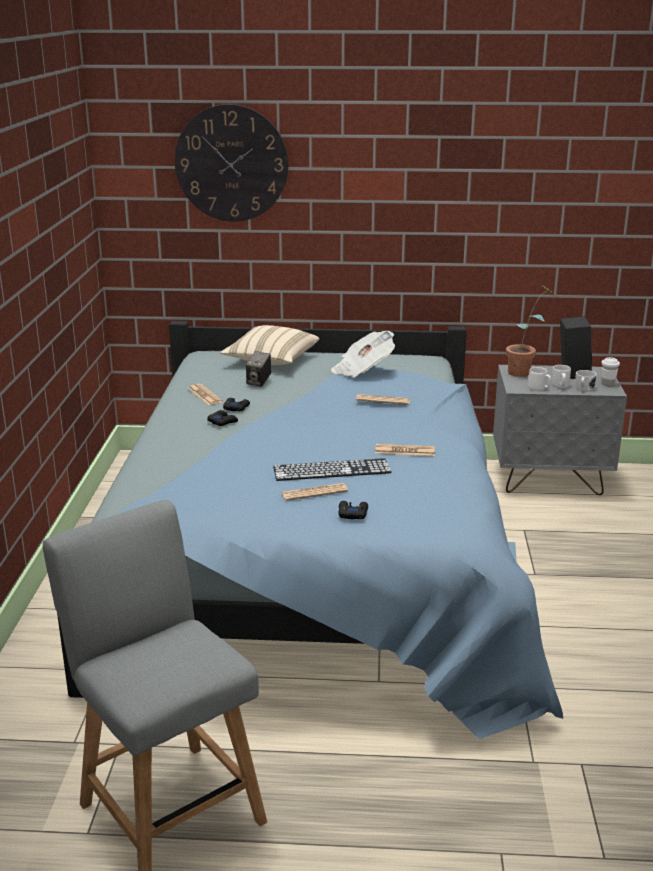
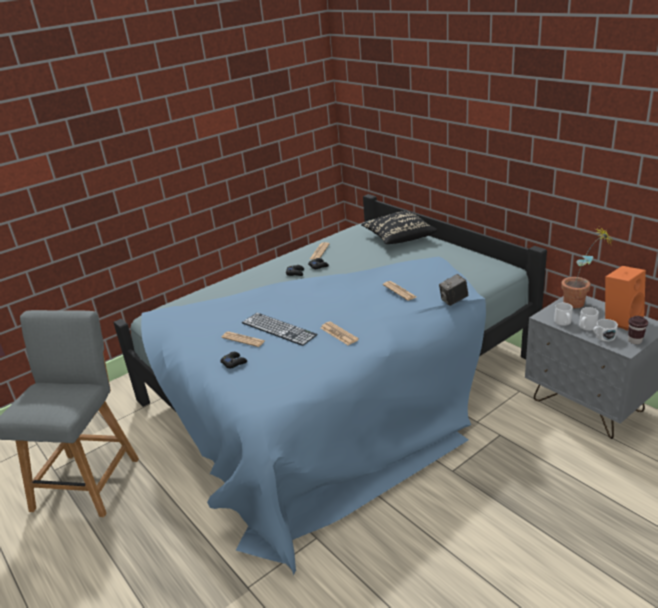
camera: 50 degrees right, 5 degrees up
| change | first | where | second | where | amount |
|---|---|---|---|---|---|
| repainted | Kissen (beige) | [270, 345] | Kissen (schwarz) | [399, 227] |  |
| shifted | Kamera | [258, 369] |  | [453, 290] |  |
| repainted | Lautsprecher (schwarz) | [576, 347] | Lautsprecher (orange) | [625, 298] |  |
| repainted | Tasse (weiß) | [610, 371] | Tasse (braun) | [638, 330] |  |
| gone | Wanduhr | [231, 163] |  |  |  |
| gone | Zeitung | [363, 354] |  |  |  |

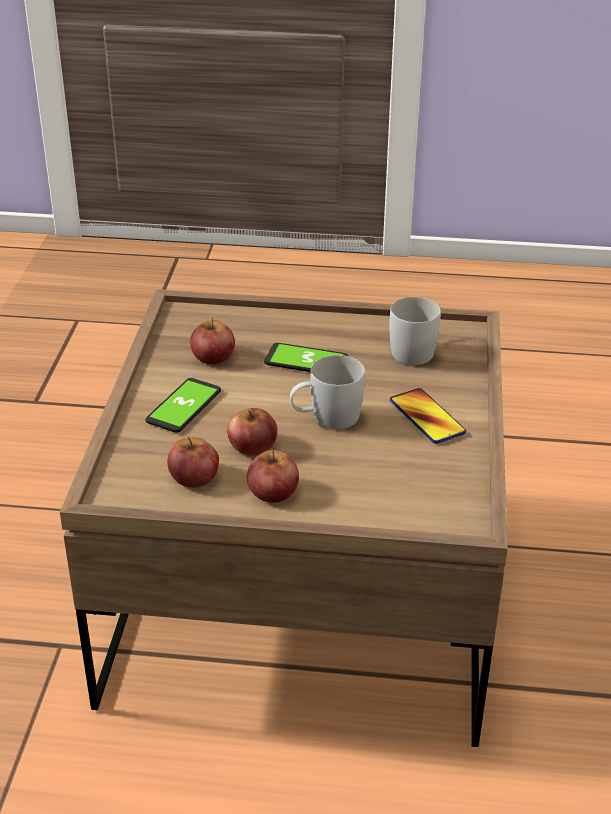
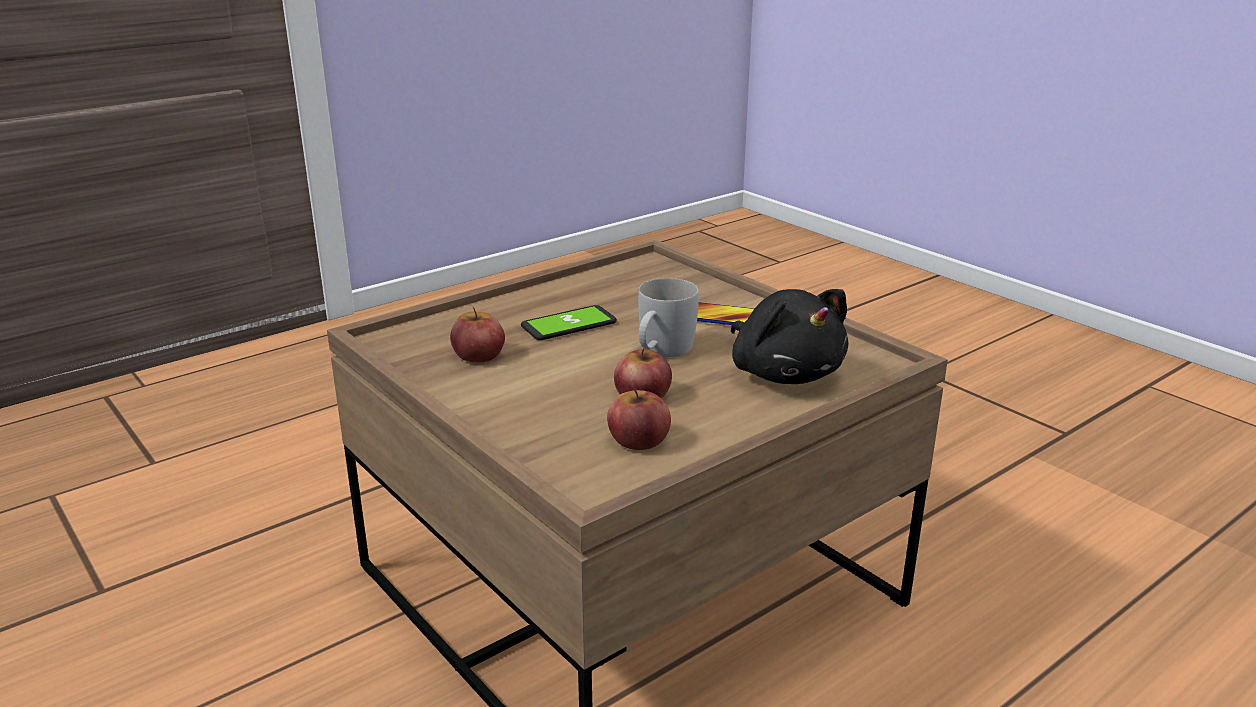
camera: 45 degrees left, 10 degrees down
| change | first | where | second | where | amount |
|---|---|---|---|---|---|
| new |  |  | Plüschtier (schwarz) | [790, 336] |  |
| gone | Handy | [183, 405] |  |  |  |
| gone | Apfel | [273, 476] |  |  |  |
| gone | Henkelbecher (weiß) | [415, 331] |  |  |  |

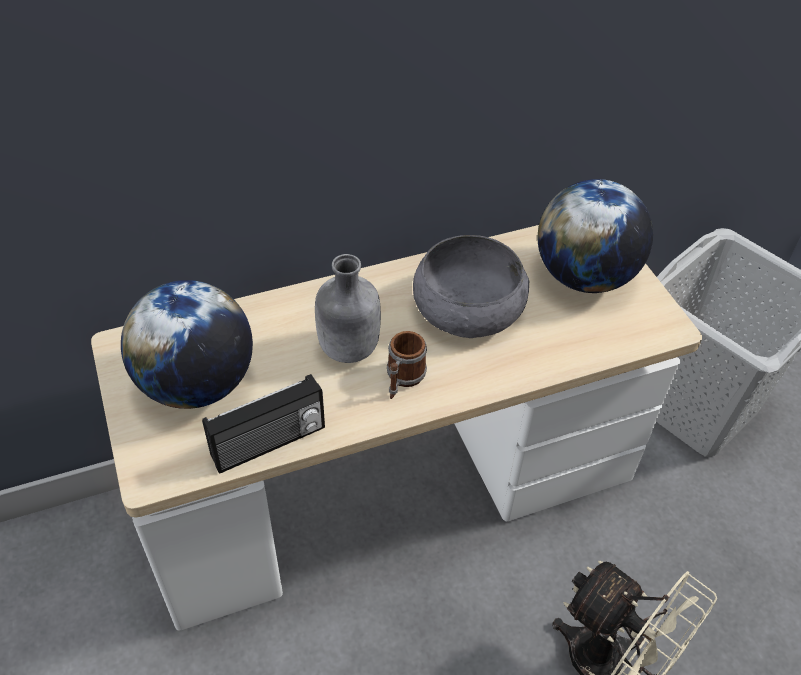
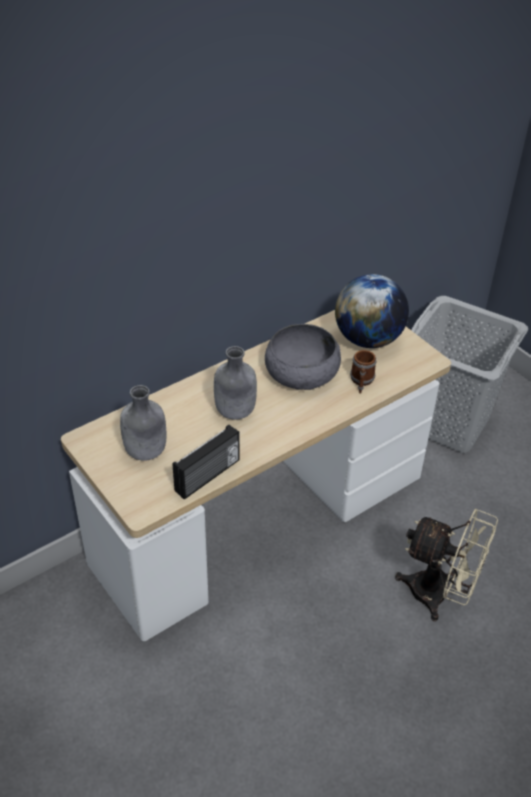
camera: 15 degrees left, 5 degrees down
| change | first | where | second | where | amount |
|---|---|---|---|---|---|
| swapped | Globus | [187, 344] | Flasche (grau) | [143, 423] |  |
| shifted | Henkelbecher | [407, 365] |  | [363, 371] |  |

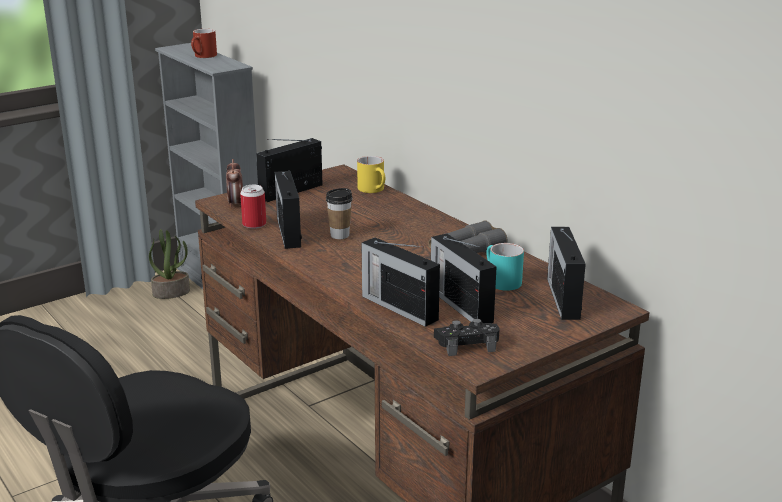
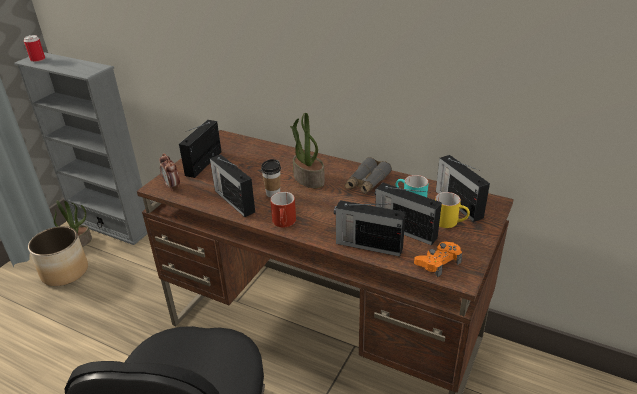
camera: 25 degrees left, 10 degrees up
| change | first | where | second | where | amount |
|---|---|---|---|---|---|
| shifted | Dose | [253, 207] |  | [34, 48] |  |
| new |  |  | Pflanzkübel | [58, 256] |  |
| shifted | Henkelbecher (rot) | [204, 43] |  | [283, 209] |  |
| new |  |  | Topfpflanze | [307, 150] |  |
| repainted | Gamepad (schwarz) | [467, 337] | Gamepad (orange) | [438, 259] |  |
| shifted | Henkelbecher (gelb) | [371, 174] |  | [452, 210] |  |

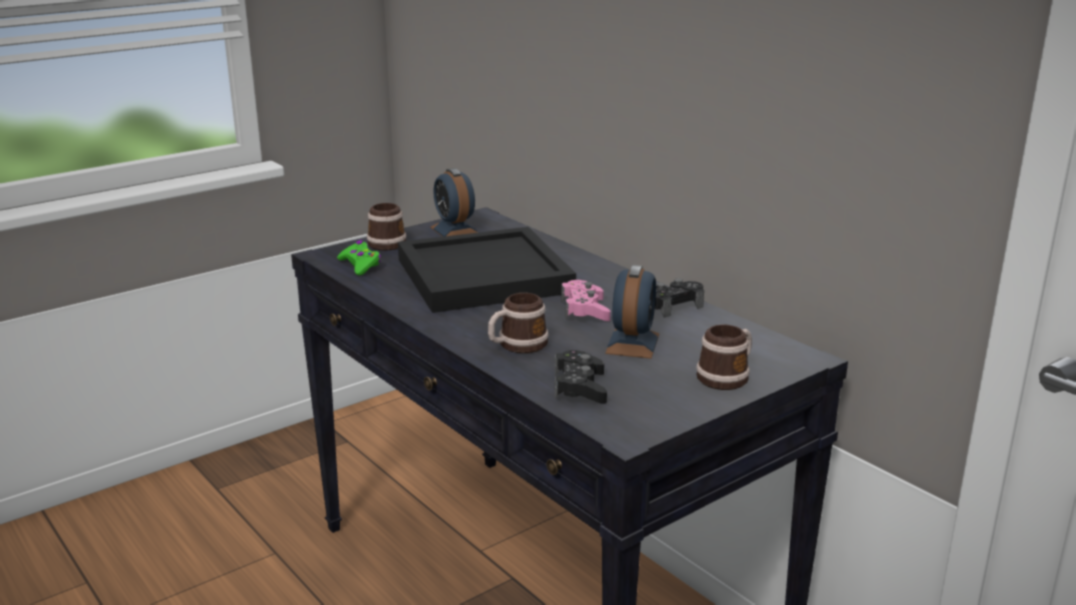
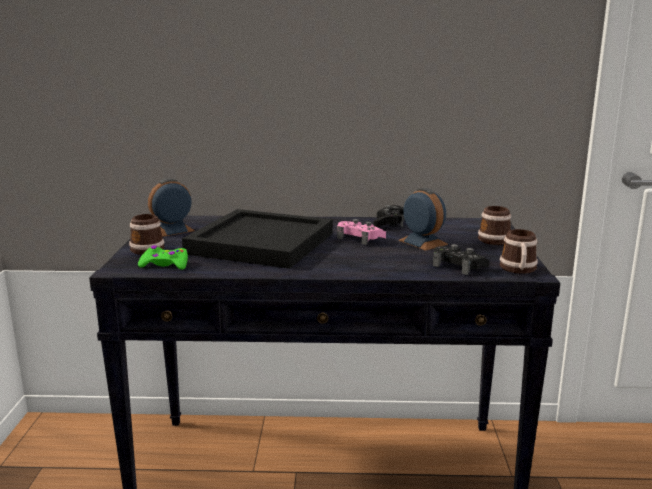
camera: 50 degrees left, 5 degrees down
| change | first | where | second | where | amount |
|---|---|---|---|---|---|
| rotated | Wecker | [454, 202] |  | [171, 207] | 135 degrees clockwise |
| shifted | Henkelbecher | [518, 323] |  | [519, 251] |  |

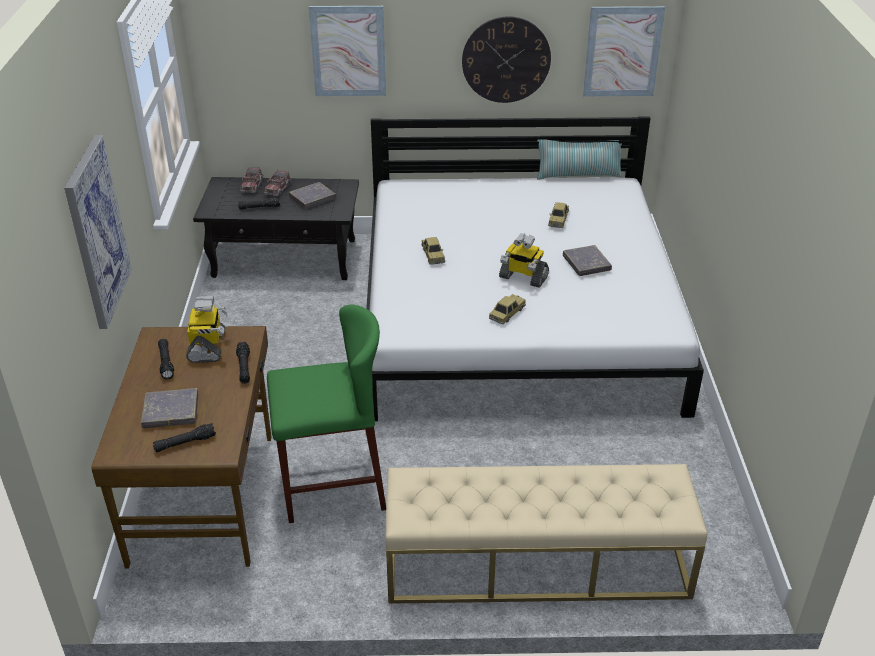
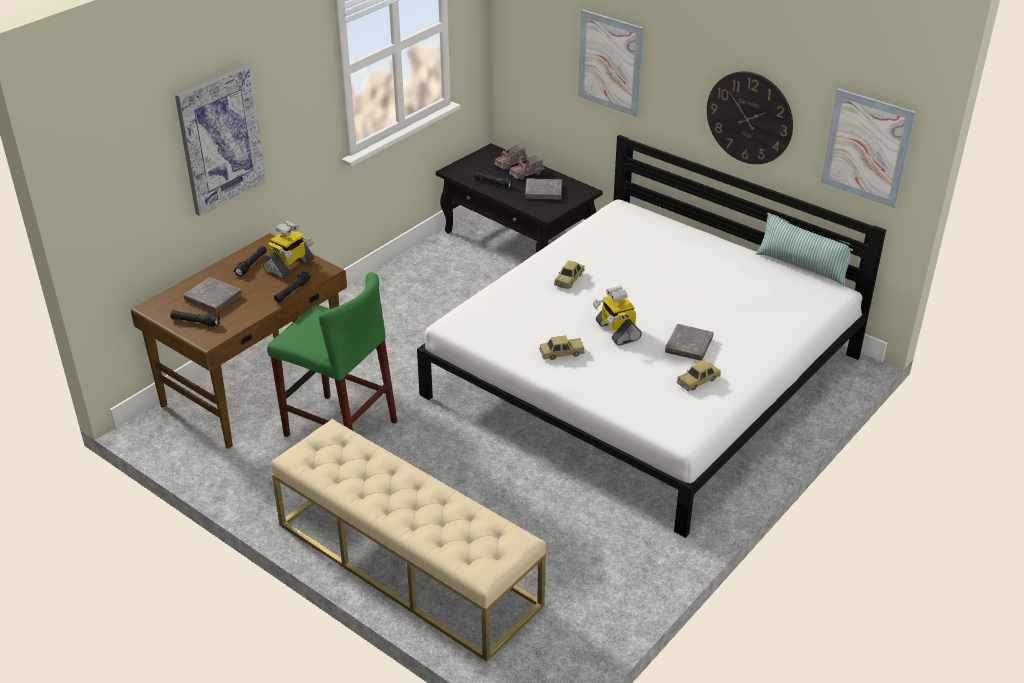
camera: 40 degrees right, 0 degrees up
| change | first | where | second | where | amount |
|---|---|---|---|---|---|
| shifted | Spielzeugauto | [558, 215] |  | [699, 376] |  |

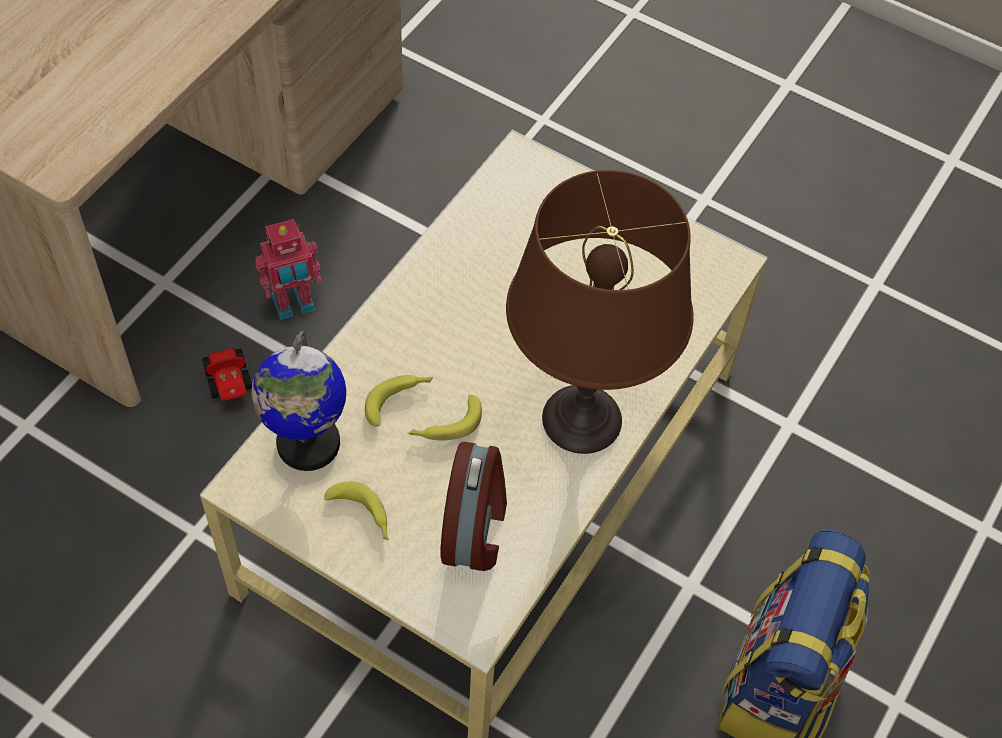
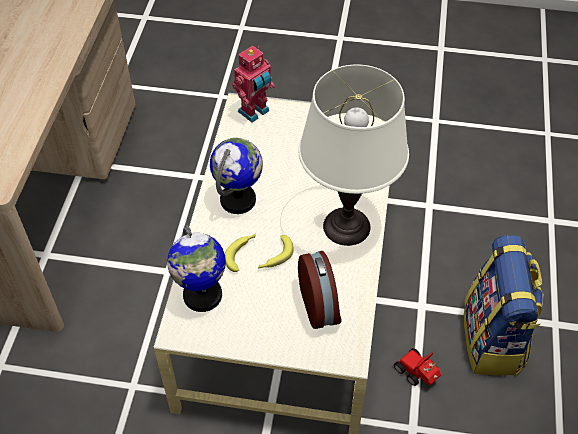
camera: 20 degrees left, 5 degrees down
| change | first | where | second | where | amount |
|---|---|---|---|---|---|
| new |  |  | Globus | [236, 176] |  |
| shifted | Spielzeugroboter | [288, 269] |  | [253, 84] |  |
| repainted | Tischlampe (braun) | [600, 312] | Tischlampe (weiß) | [353, 155] |  |
| shifted | Spielzeugauto | [227, 374] |  | [417, 367] |  |
| gone | Banane | [356, 511] |  |  |  |

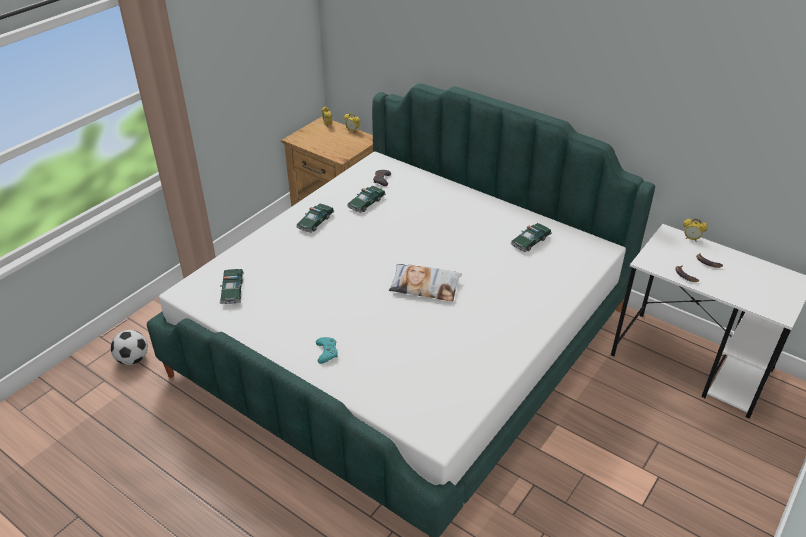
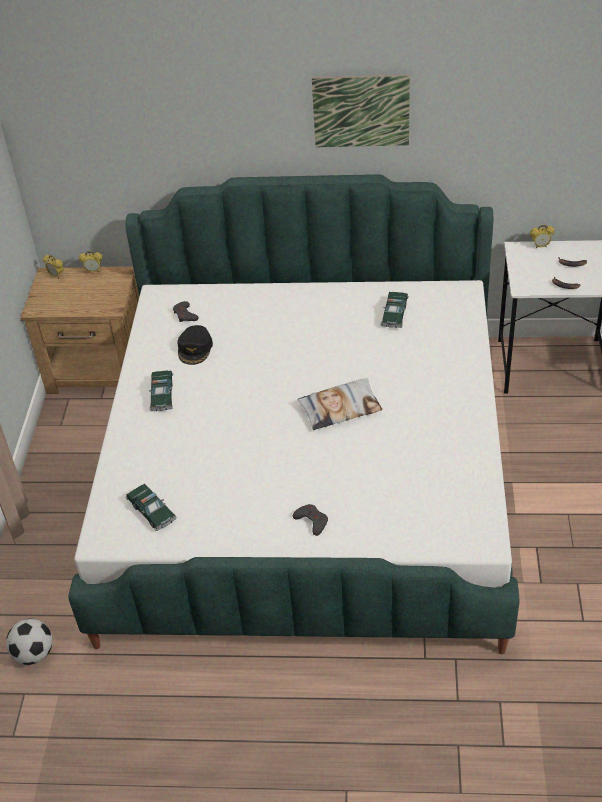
camera: 30 degrees left, 5 degrees up
| change | first | where | second | where | amount |
|---|---|---|---|---|---|
| swapped | Spielzeugauto | [366, 199] | Kappe (schwarz) | [195, 345] |  |
| repainted | Gamepad (türkis) | [327, 350] | Gamepad (grau) | [310, 520] |  |
| new |  |  | Bild | [361, 111] |  |

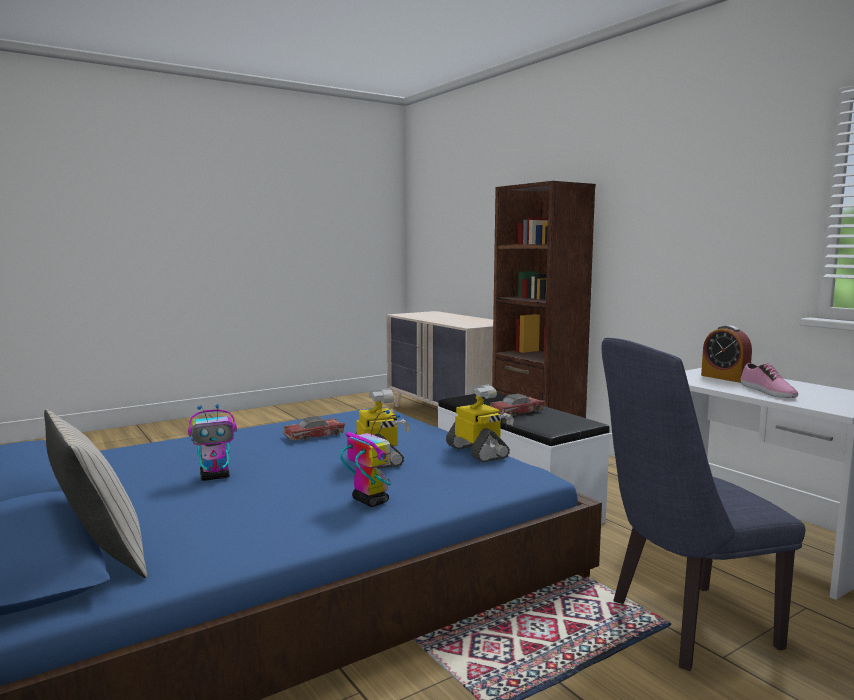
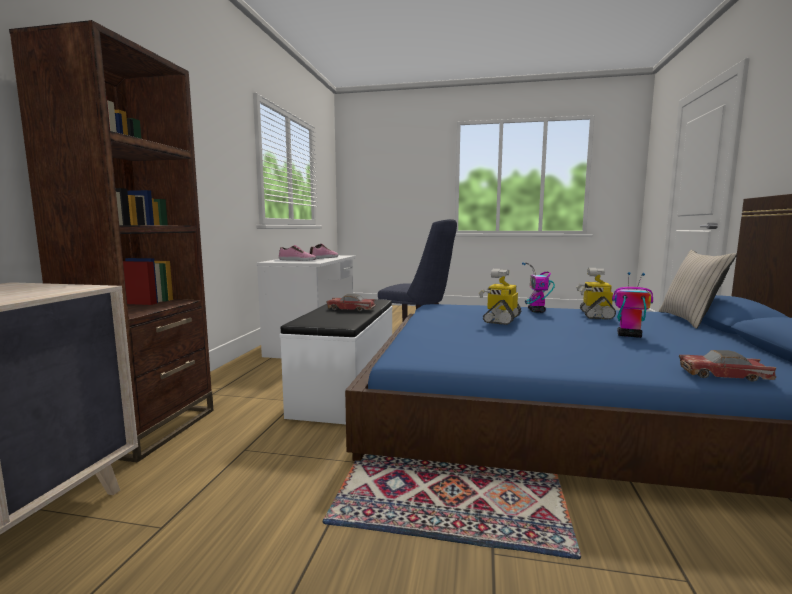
camera: 135 degrees left, 0 degrees up
| change | first | where | second | where | amount |
|---|---|---|---|---|---|
| swapped | Wecker | [726, 354] | Schuh | [298, 253] |  |
| shifted | Spielzeugroboter | [480, 423] |  | [596, 294] |  |
| shifted | Spielzeugauto | [314, 428] |  | [728, 366] |  |

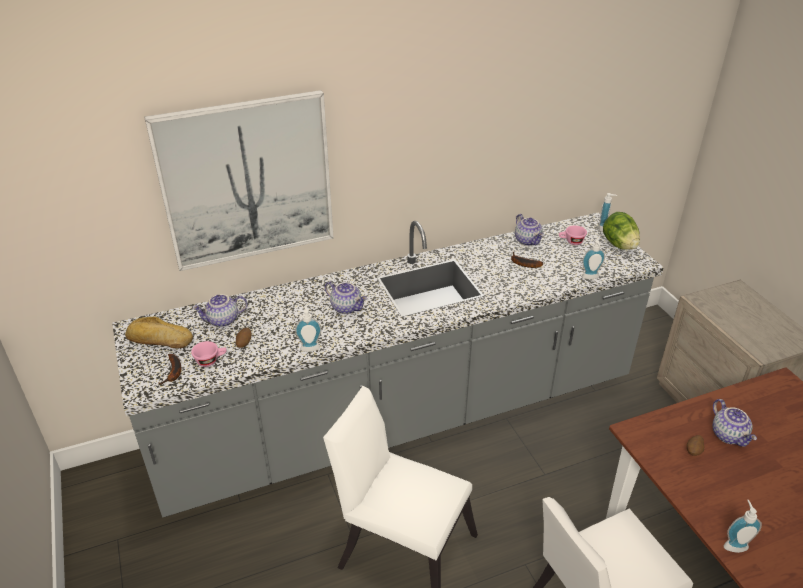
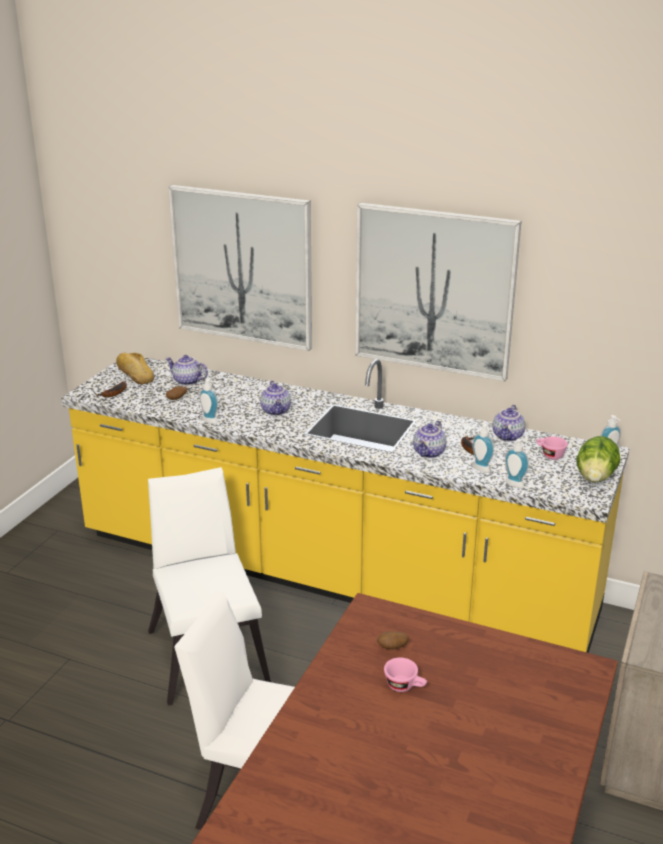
camera: 45 degrees right, 10 degrees down
| change | first | where | second | where | amount |
|---|---|---|---|---|---|
| repainted | Küchenzeile (grau) | [388, 364] | Küchenzeile (gelb) | [345, 505] |  |
| new |  |  | Bild | [438, 292] |  |
| shifted | Tasse (rosa) | [209, 354] |  | [405, 675] |  |
| shifted | Teekanne | [735, 423] |  | [430, 439] |  |
| shifted | Seifenspender | [743, 526] |  | [483, 447] |  |

